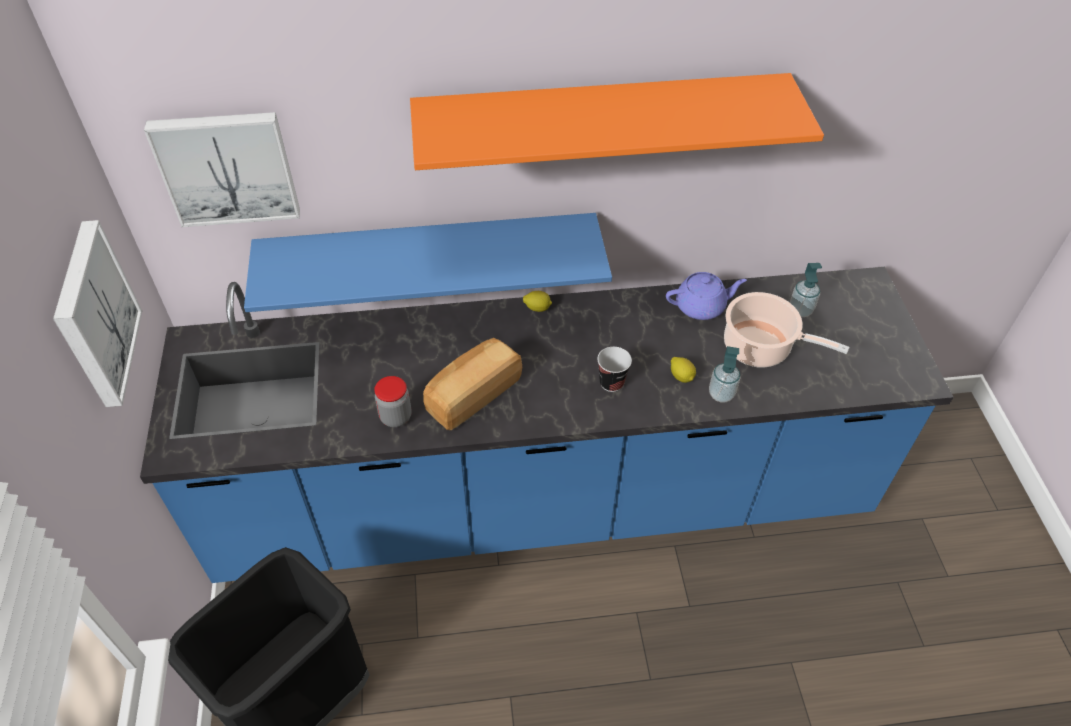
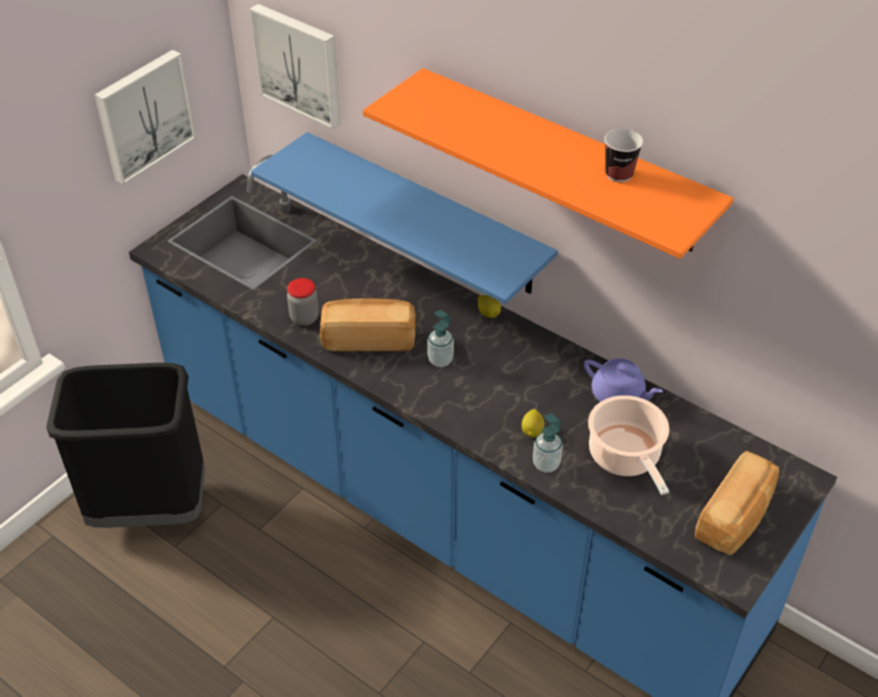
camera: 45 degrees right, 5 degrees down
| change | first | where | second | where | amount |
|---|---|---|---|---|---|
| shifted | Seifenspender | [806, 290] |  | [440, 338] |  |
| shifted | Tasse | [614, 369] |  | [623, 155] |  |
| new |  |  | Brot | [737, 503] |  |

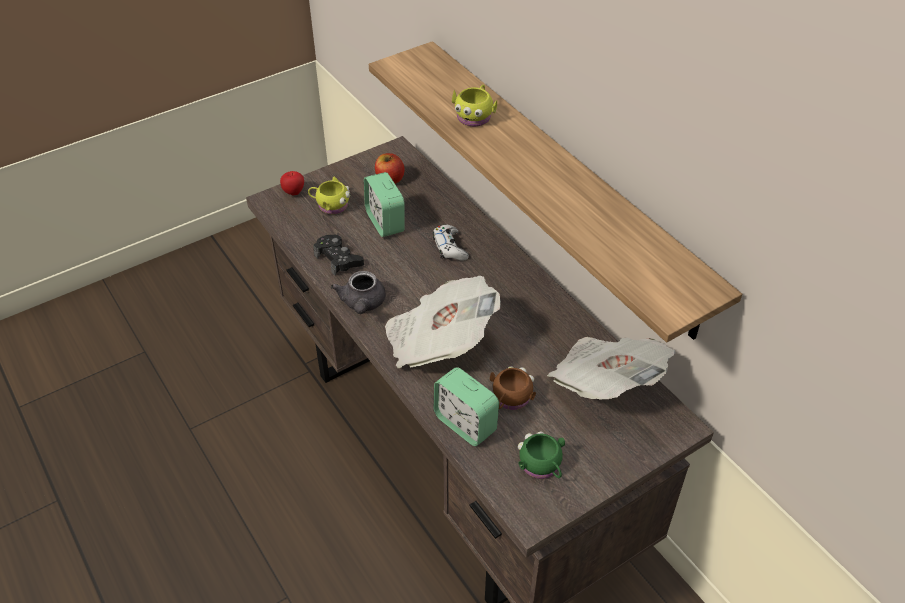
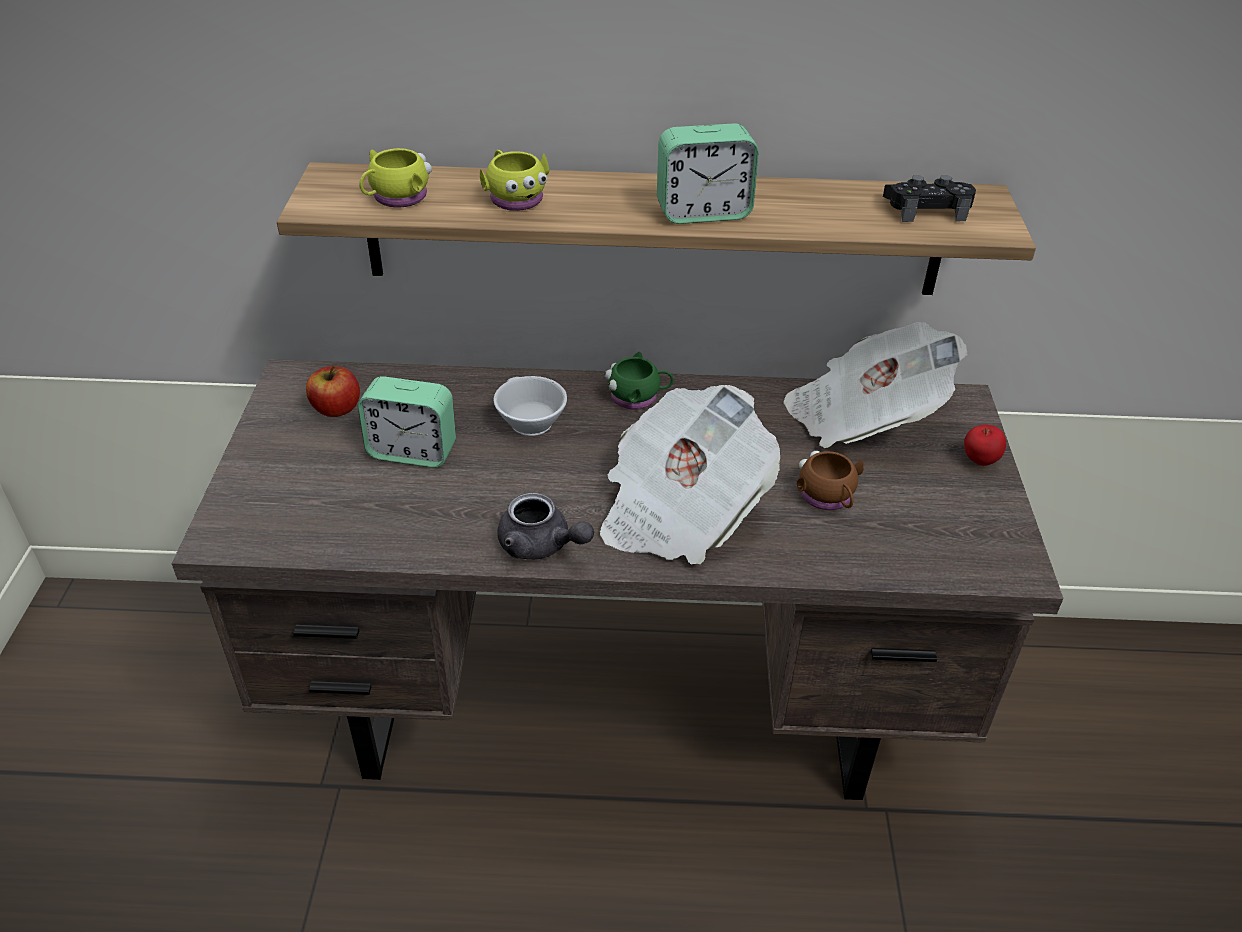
camera: 55 degrees left, 5 degrees down
| change | first | where | second | where | amount |
|---|---|---|---|---|---|
| shifted | Henkelbecher (gelb) | [329, 195] |  | [395, 177] |  |
| swapped | Gamepad (weiß) | [451, 243] | Tasse (weiß) | [530, 406] |  |
| shifted | Henkelbecher (grün) | [541, 455] |  | [639, 381] |  |
| shifted | Wecker | [466, 406] |  | [708, 173] |  |
| shifted | Gamepad (schwarz) | [338, 255] |  | [929, 198] |  |
| shifted | Apfel | [292, 183] |  | [985, 445] |  |

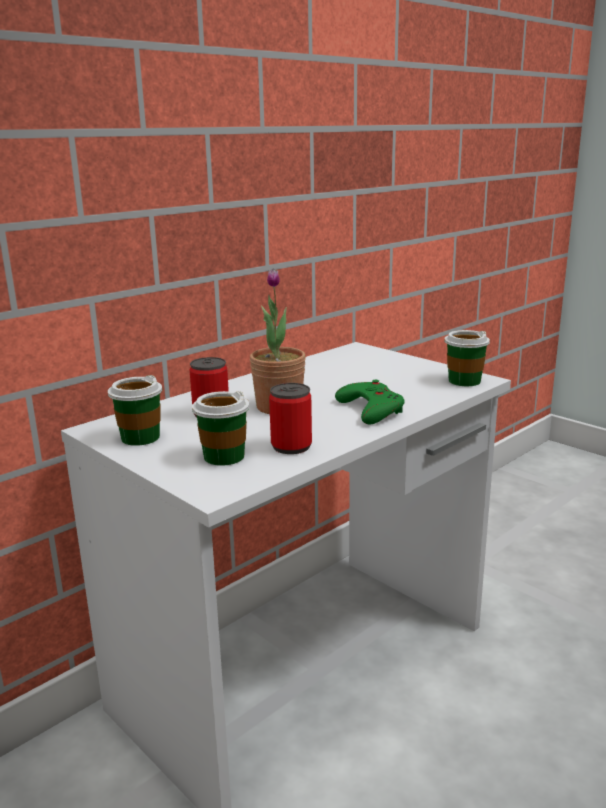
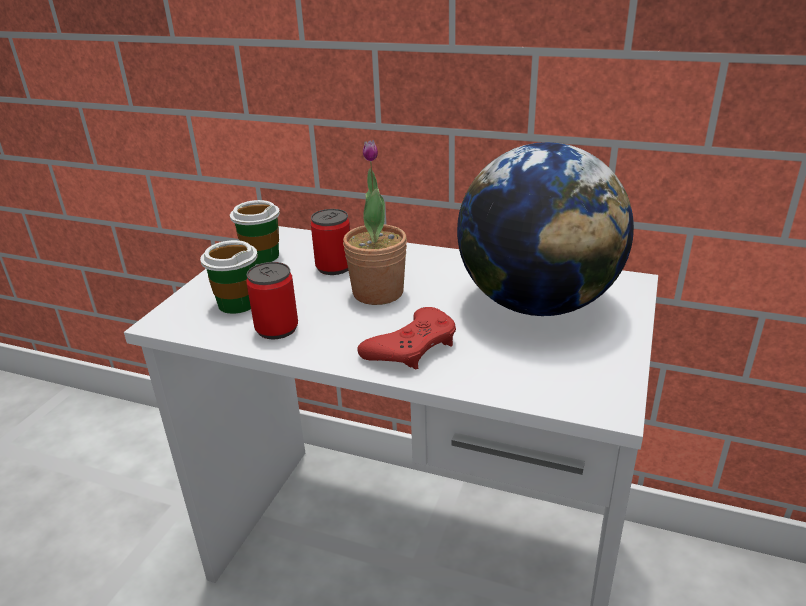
camera: 65 degrees right, 10 degrees up
| change | first | where | second | where | amount |
|---|---|---|---|---|---|
| repainted | Gamepad (grün) | [370, 402] | Gamepad (rot) | [406, 338] |  |
| new |  |  | Globus | [545, 229] |  |
| gone | Tasse | [467, 358] |  |  |  |

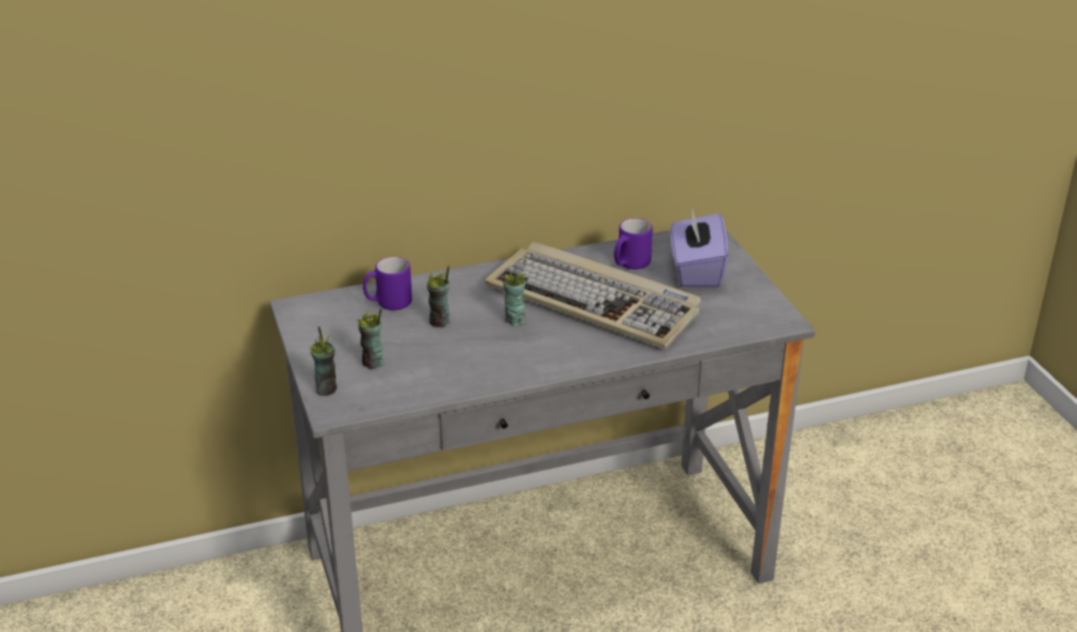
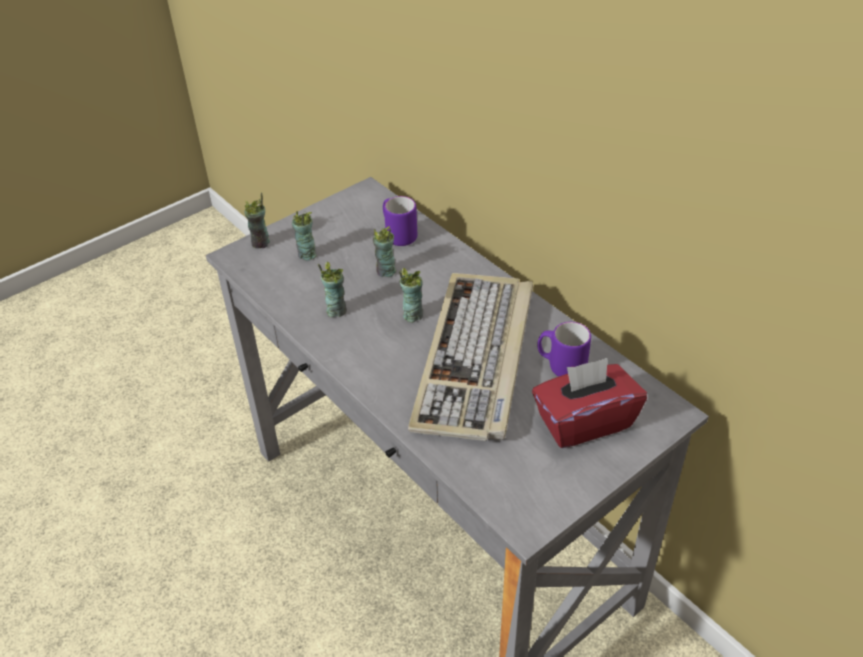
camera: 70 degrees right, 10 degrees up
| change | first | where | second | where | amount |
|---|---|---|---|---|---|
| new |  |  | Tasse | [332, 289] |  |
| repainted | Taschentuchbox (lila) | [699, 248] | Taschentuchbox (rot) | [589, 403] |  |

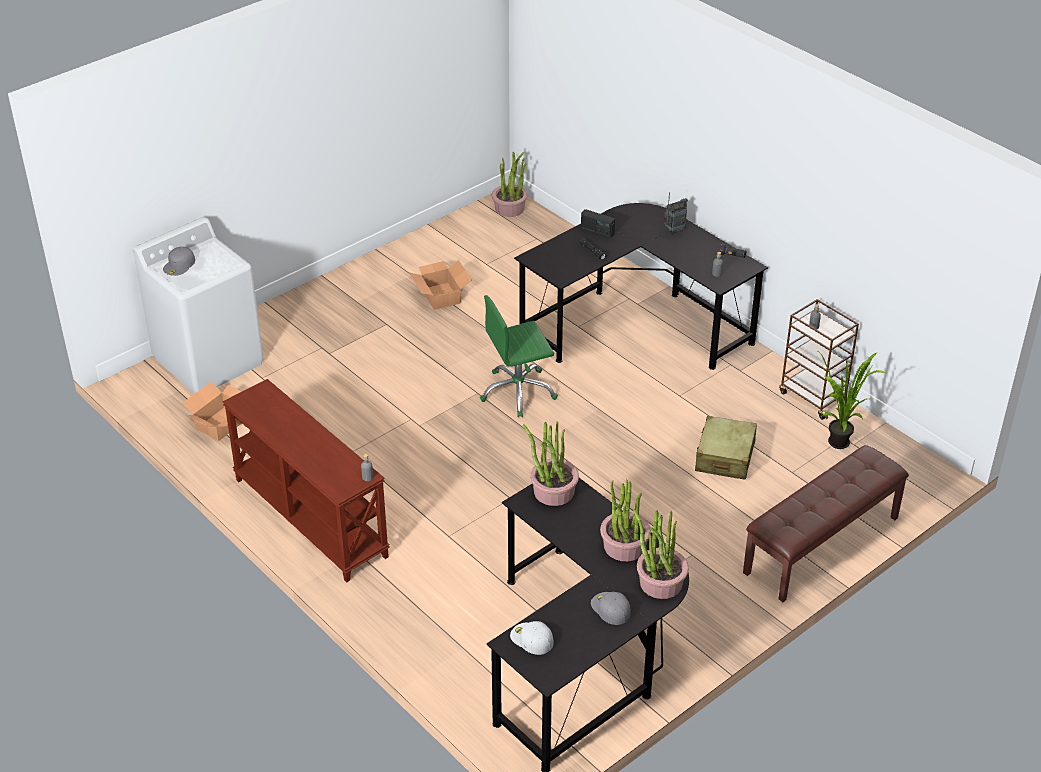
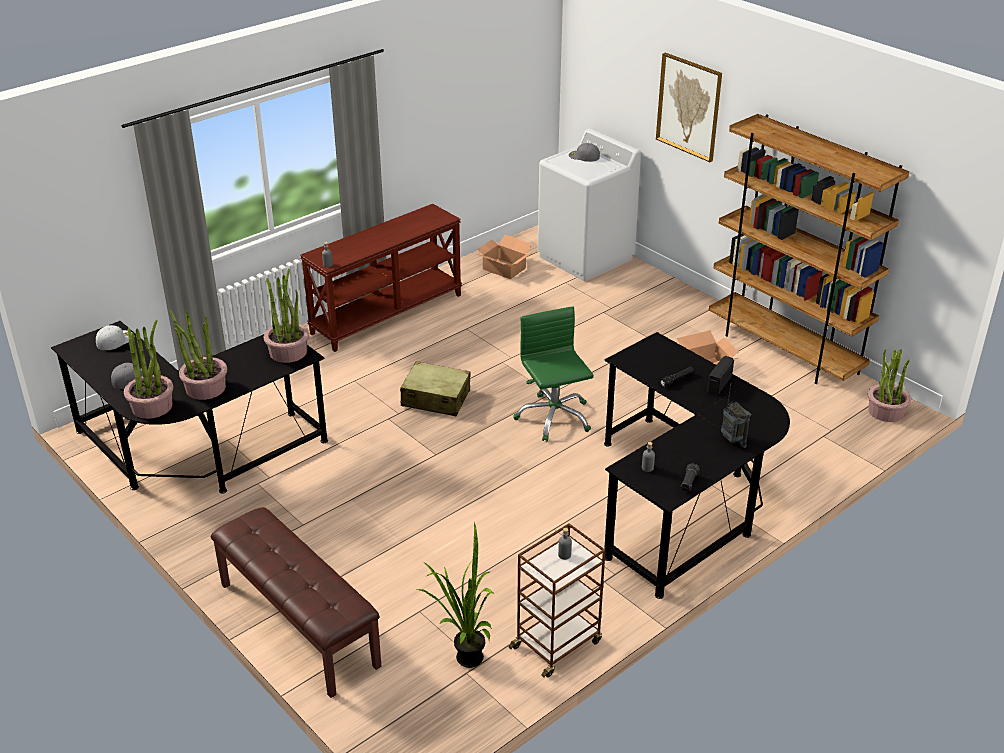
camera: 90 degrees right, 5 degrees down
| change | first | where | second | where | amount |
|---|---|---|---|---|---|
| shifted | Koffer (beige) | [726, 448] |  | [435, 388] |  |
| new |  |  | Bild | [689, 107] |  |
| new |  |  | Bücherregal (braun) | [809, 249] |  |

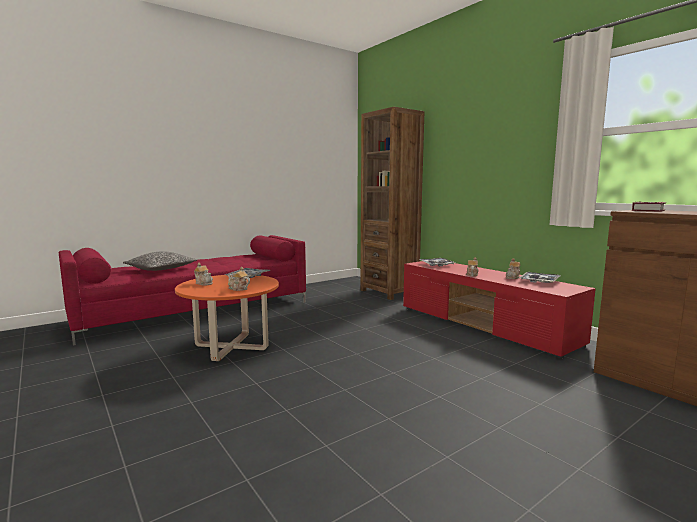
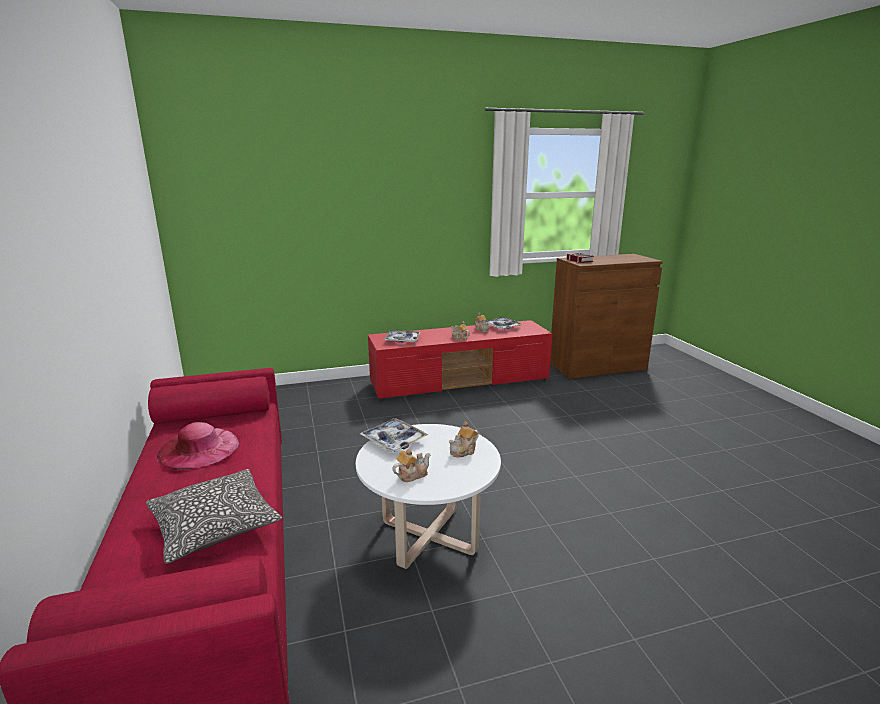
camera: 70 degrees left, 10 degrees up
| change | first | where | second | where | amount |
|---|---|---|---|---|---|
| new |  |  | Hut (rosa) | [198, 445] |  |
| repainted | Couchtisch (orange) | [227, 318] | Couchtisch (weiß) | [428, 496] |  |
| gone | Bücherregal (braun) | [393, 203] |  |  |  |

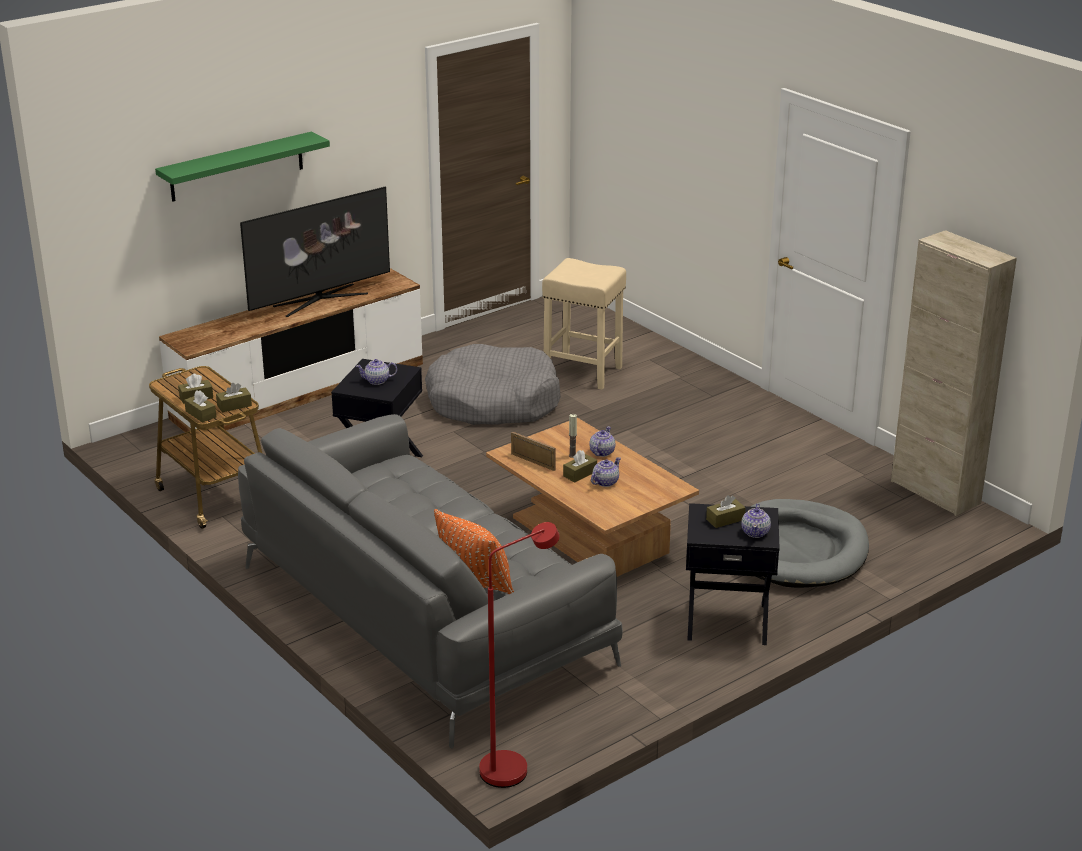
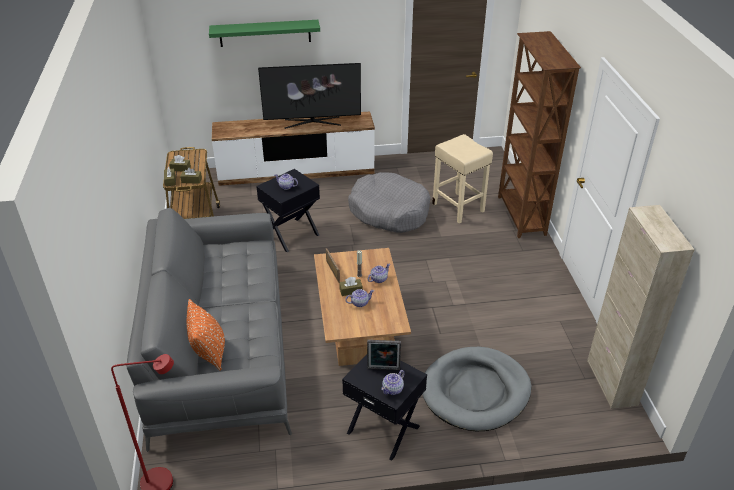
camera: 30 degrees right, 10 degrees up
| change | first | where | second | where | amount |
|---|---|---|---|---|---|
| swapped | Taschentuchbox (braun) | [725, 511] | Bilderrahmen | [384, 355] |  |
| new |  |  | Bücherregal (braun) | [539, 134] |  |

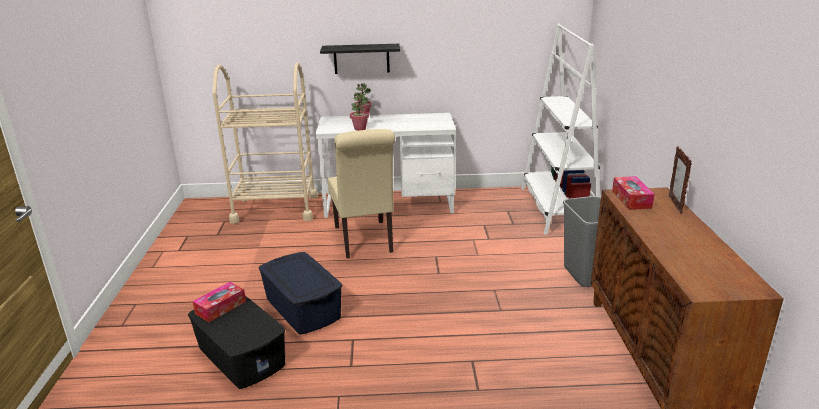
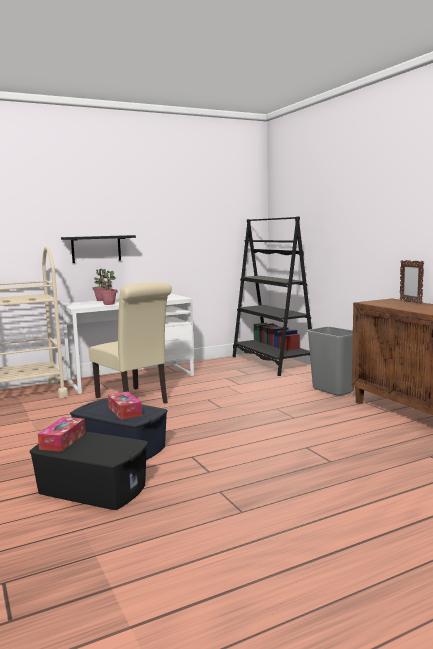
camera: 25 degrees left, 15 degrees down
| change | first | where | second | where | amount |
|---|---|---|---|---|---|
| shifted | Taschentuchbox | [633, 193] |  | [125, 405] |  |
| repainted | Bücherregal (weiß) | [560, 129] | Bücherregal (schwarz) | [272, 296] |  |

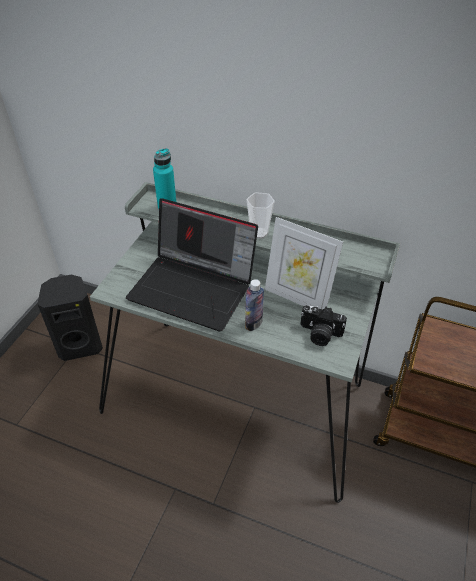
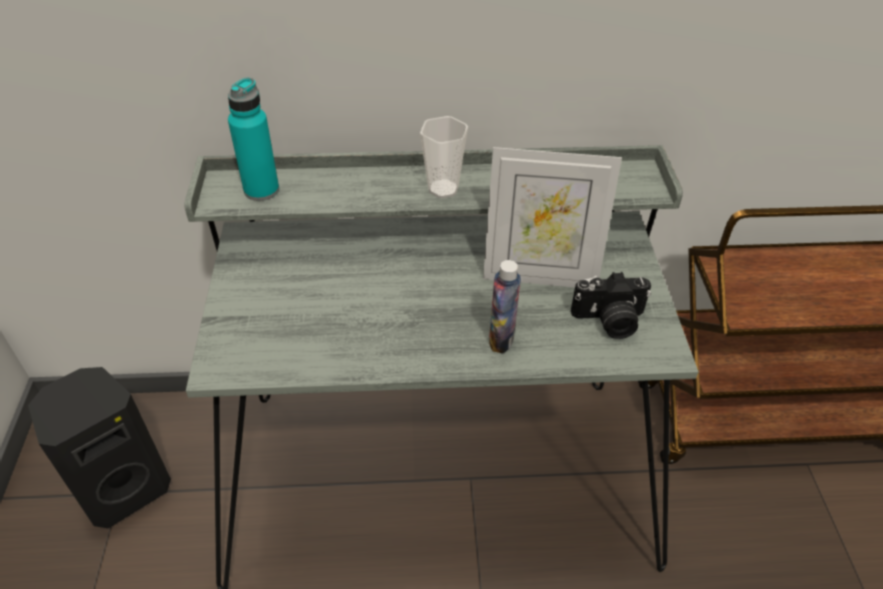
camera: 25 degrees left, 0 degrees up
| change | first | where | second | where | amount |
|---|---|---|---|---|---|
| gone | Laptop | [192, 265] |  |  |  |

